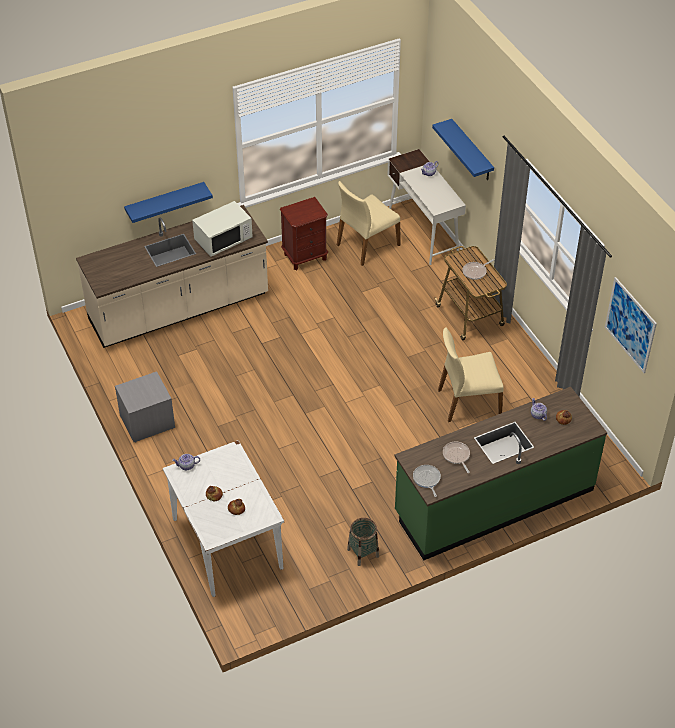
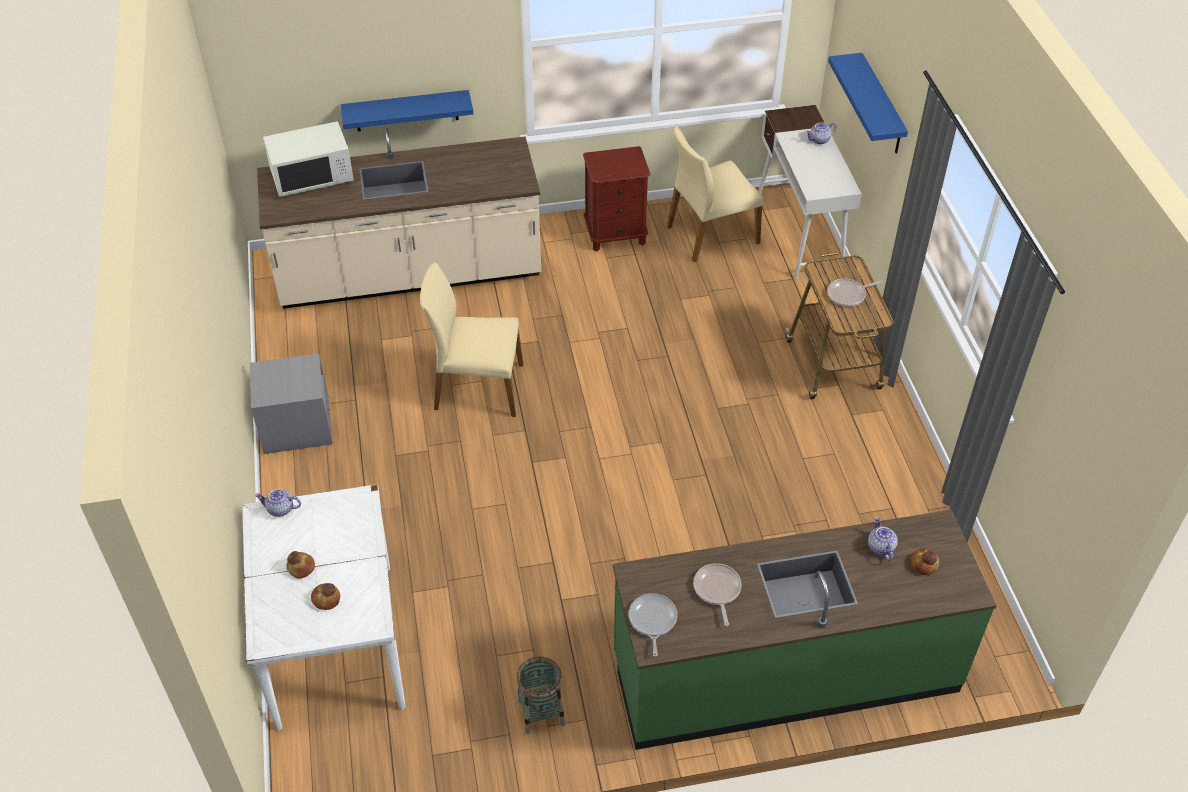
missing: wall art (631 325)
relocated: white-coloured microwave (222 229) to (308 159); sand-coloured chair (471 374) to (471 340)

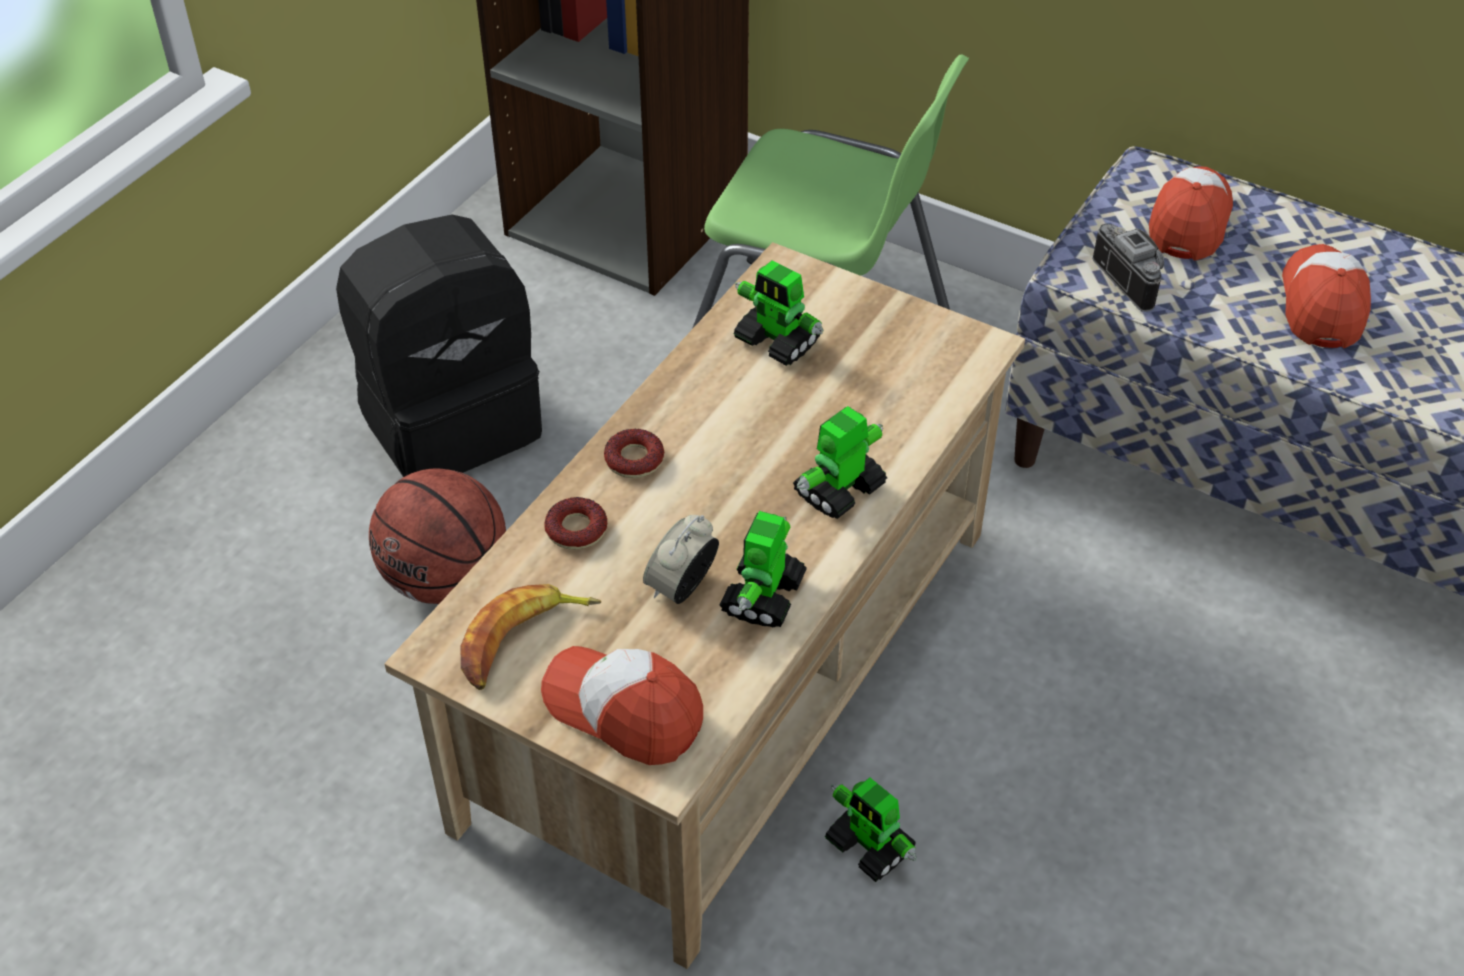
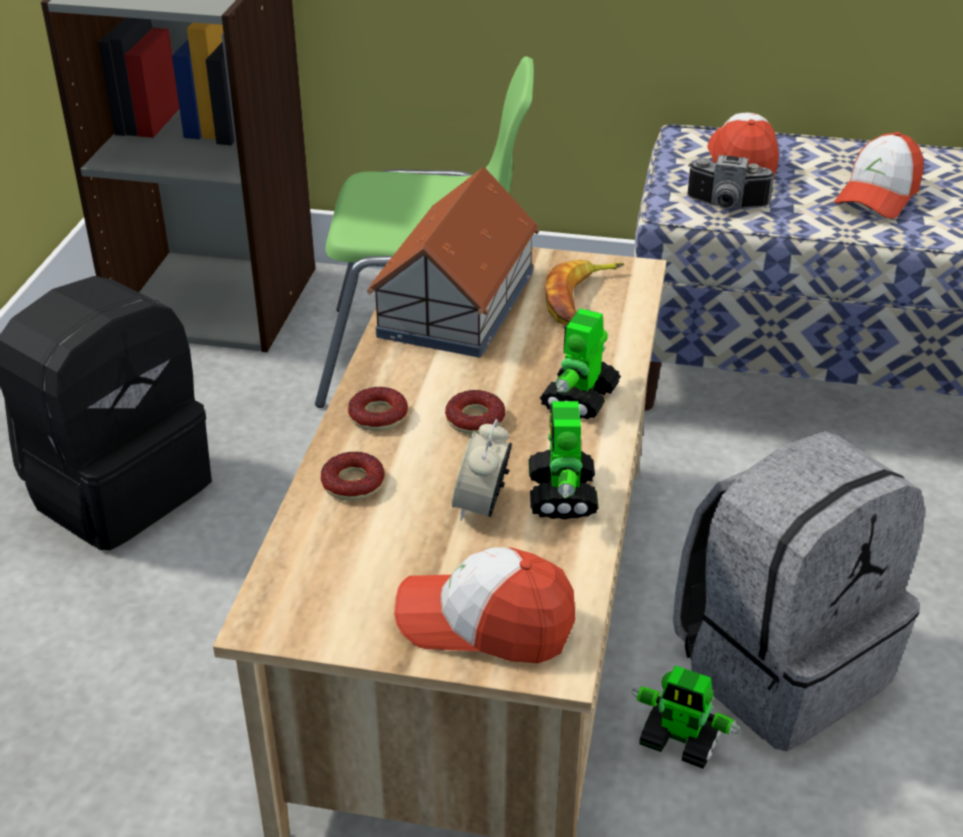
missing: basketball ball (437 536)
appeared: ring doughnut (475 412); greyish backpack (799 591)
relocated: banana (531 637) to (585 292)
exchanged: robot figure (779 313) to toy house (453 262)
spun: still camera (1128 268) = (731 182) 150 degrees clockwise; baseball cap (1326 296) = (879 175) 135 degrees counterclockwise

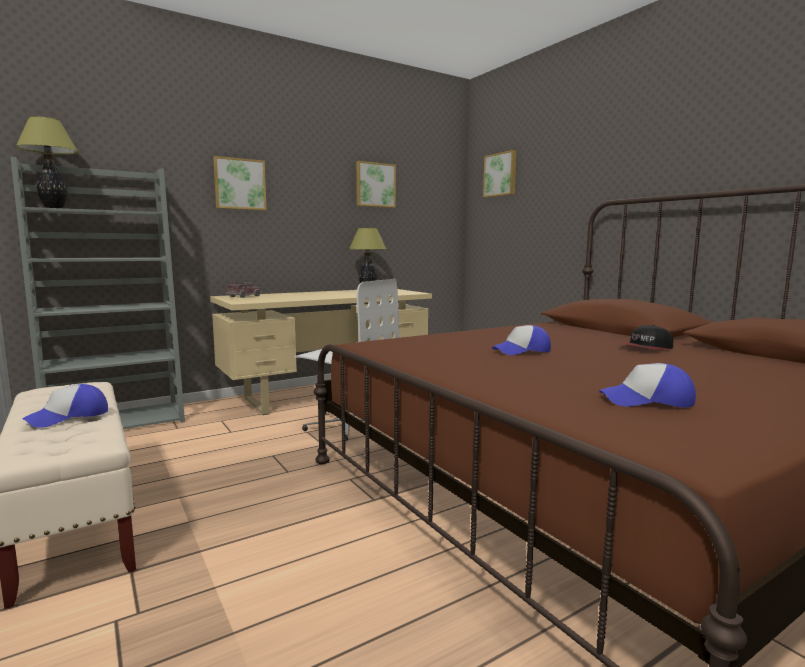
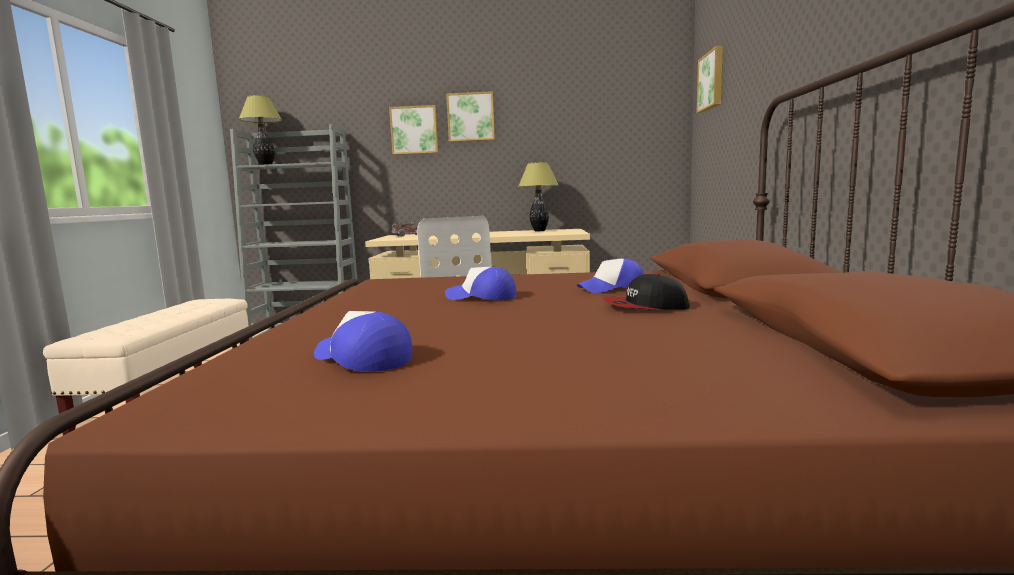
relocated: wall art (376 184) to (470 116); baseball cap (65 406) to (610 275)

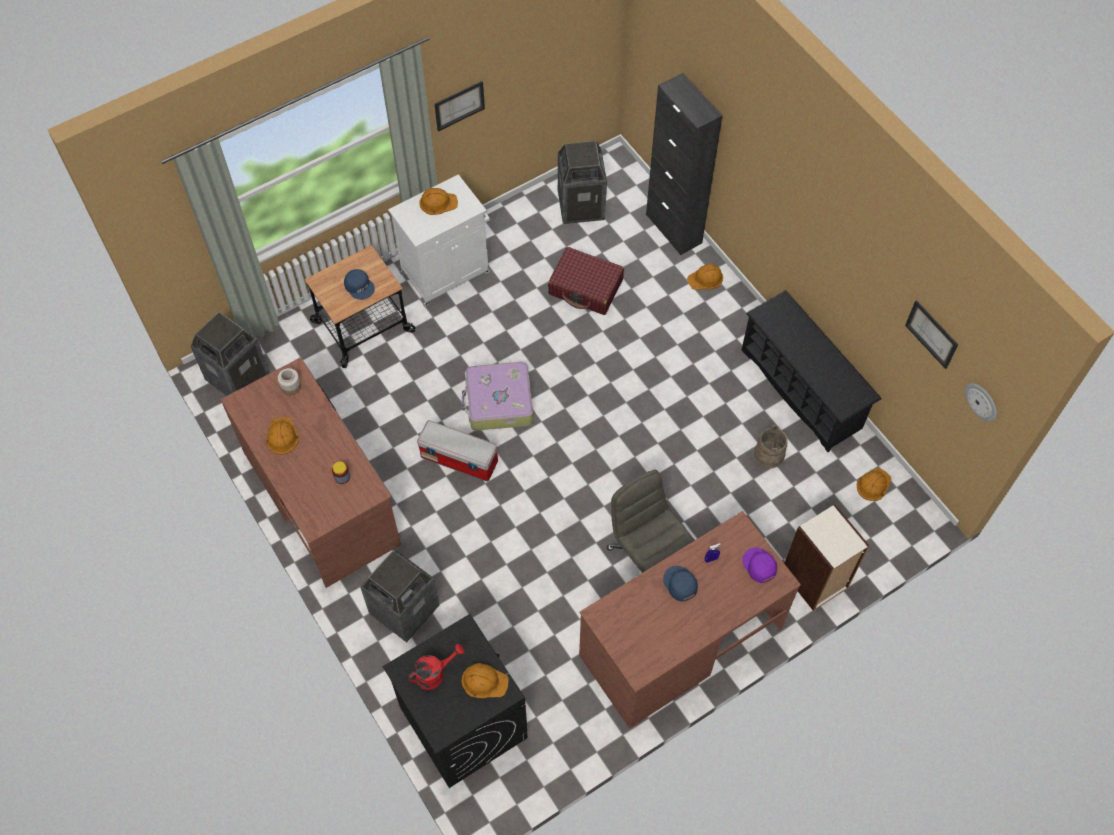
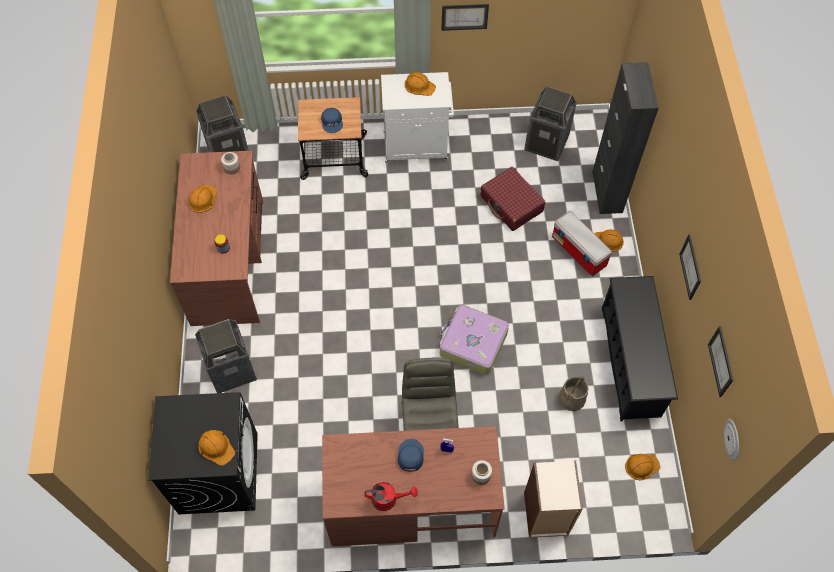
appeared: wall art (690 267)
relocated: red-coloured watering can (436 667) to (391 496); piece of luggage (497 396) to (474 340); storage container (457 450) to (582 243)
exchanged: purplish baseball cap (760 565) to storage jar (481 472)

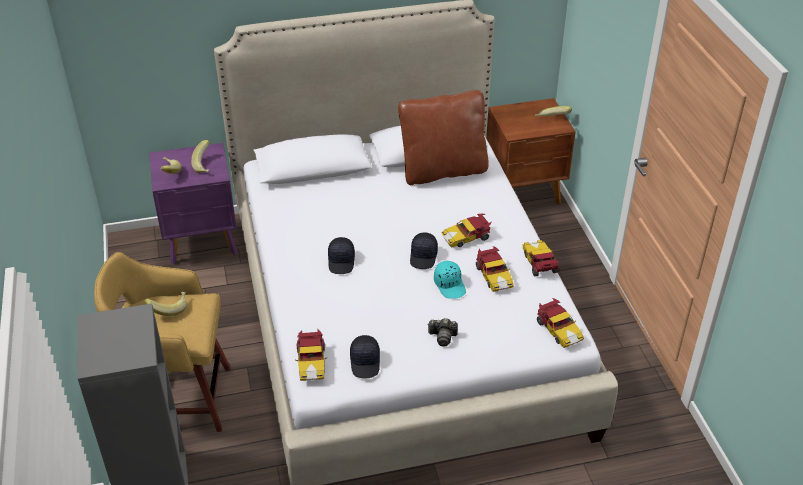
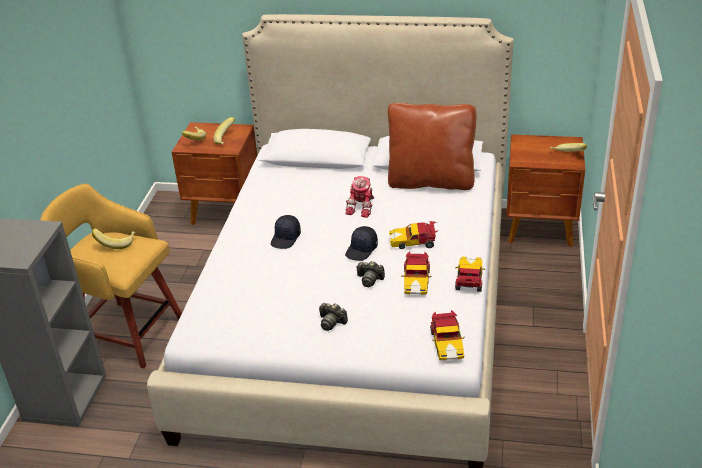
missing: model car (311 355); black-coloured baseball cap (365 357)
appeared: robot figure (360 197)
exchanged: turquoise-coloured baseball cap (450 280) to still camera (370 274)
colour: purplish nightstand (193 203) to brownish nightstand (214 173)

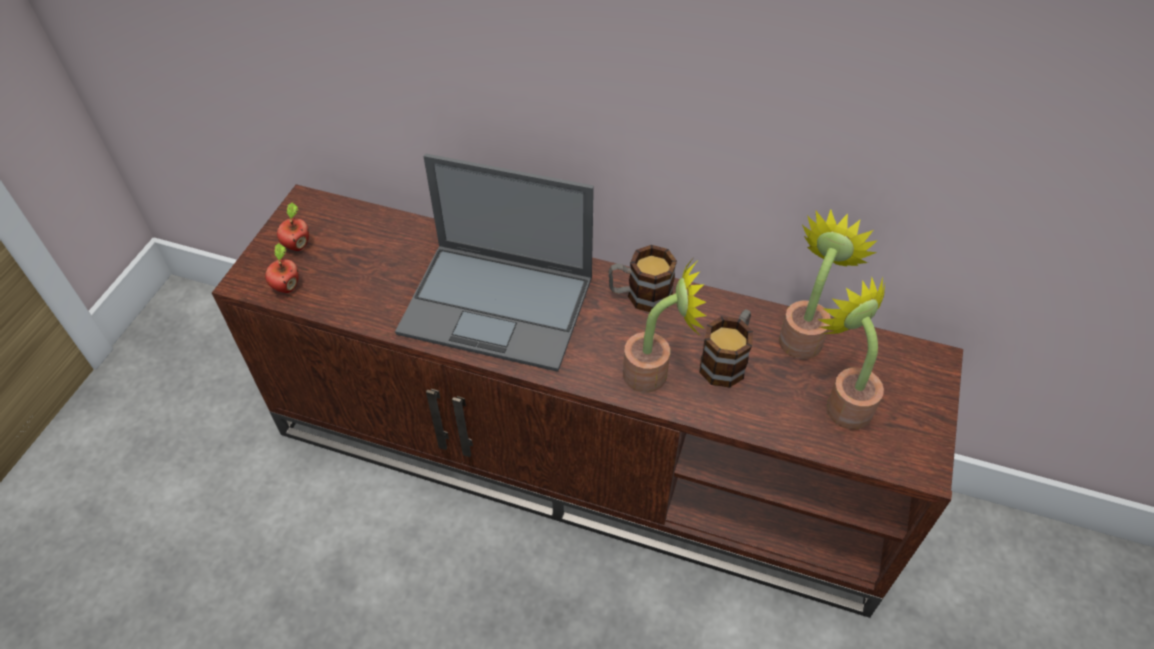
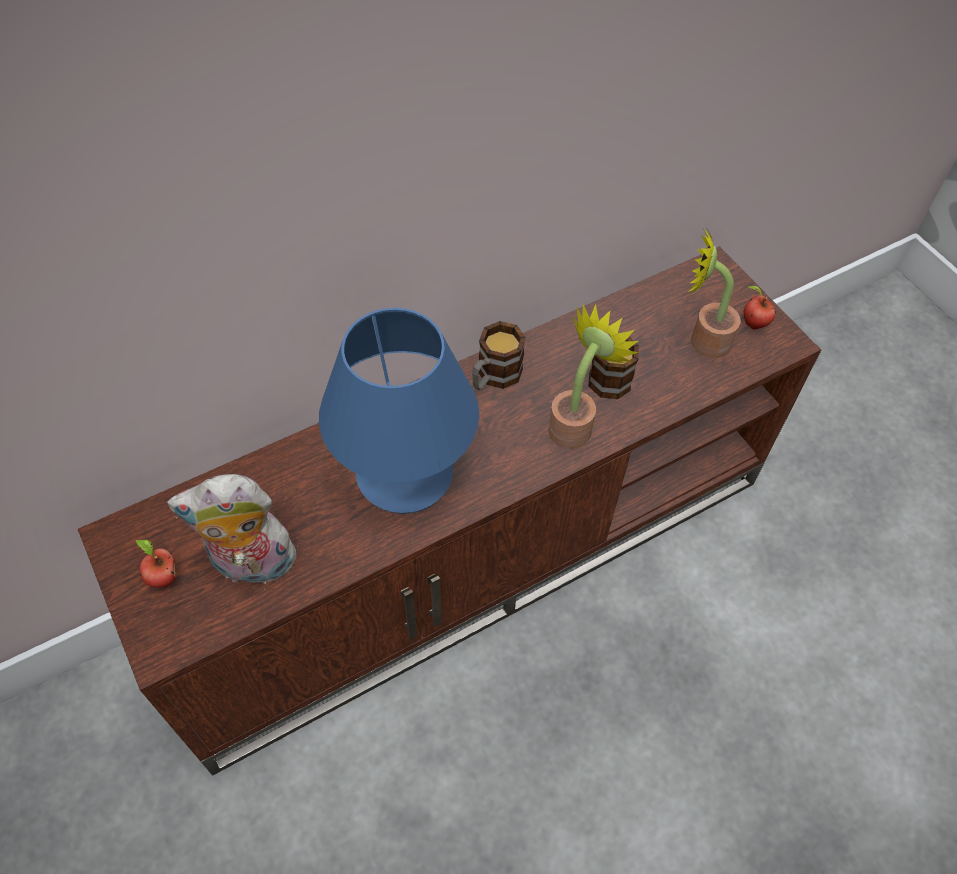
missing: plant in a pot (828 284)
appeared: plush toy (234 532)
relocated: apple (282 268) to (759 308)
exchanged: laptop (494 262) to blue-coloured tabletop lamp (399 411)

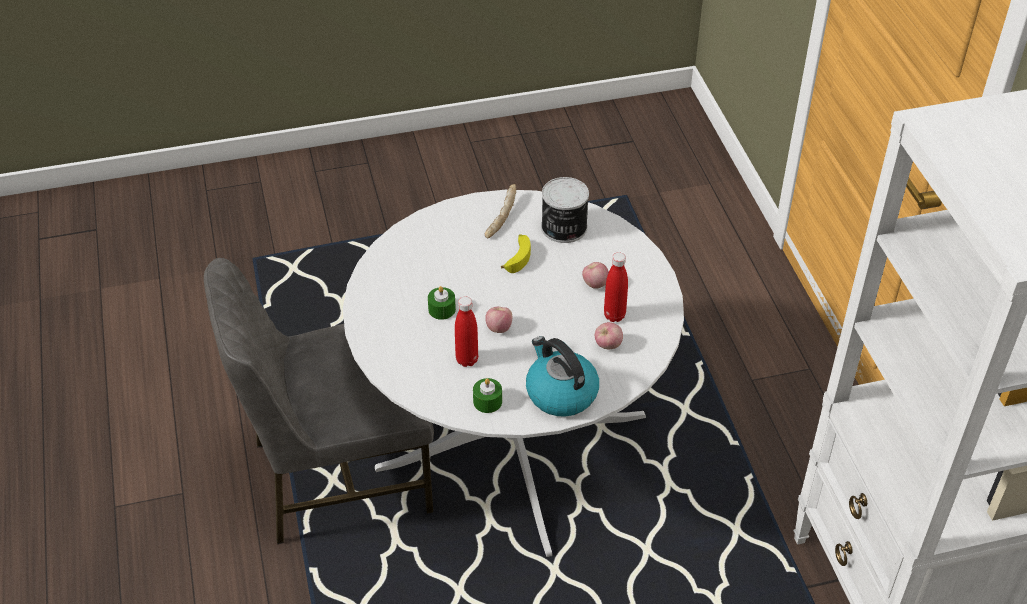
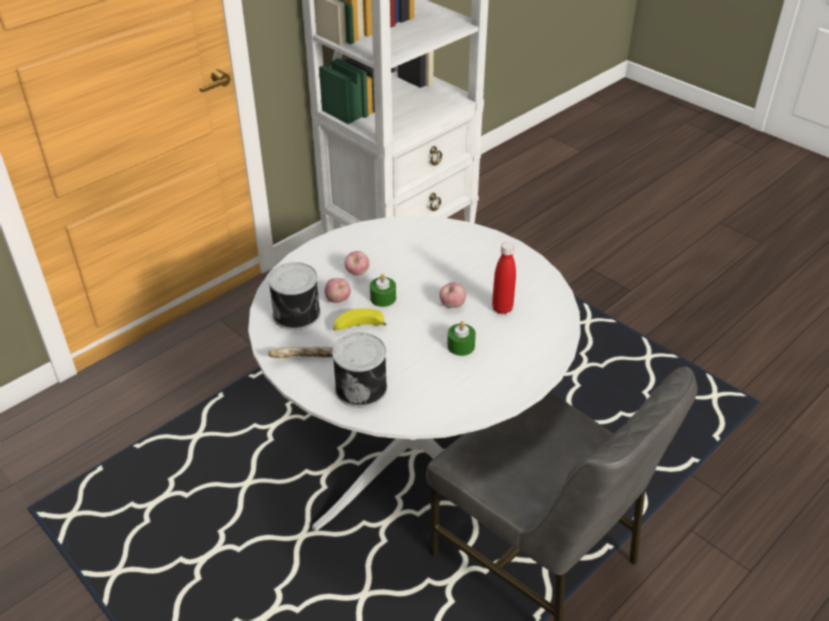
missing: kettle (562 376); red-coloured beverage bottle (616 287)
appeared: can (359 370)
relocated: apple (609 335) to (337 290); greenish wax candle (487 395) to (383 290)

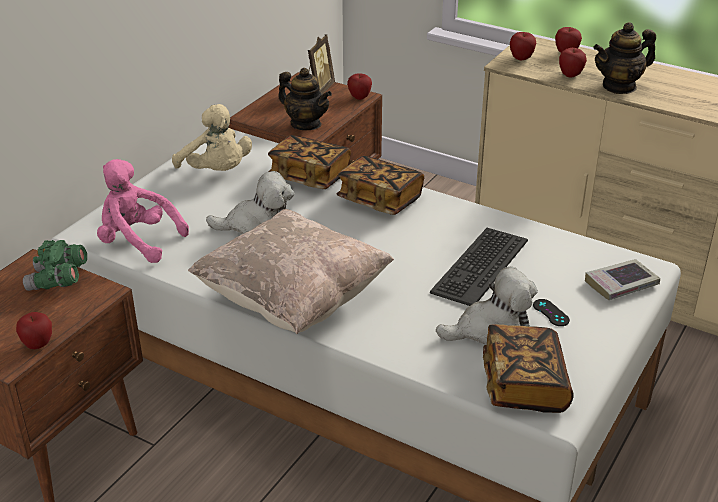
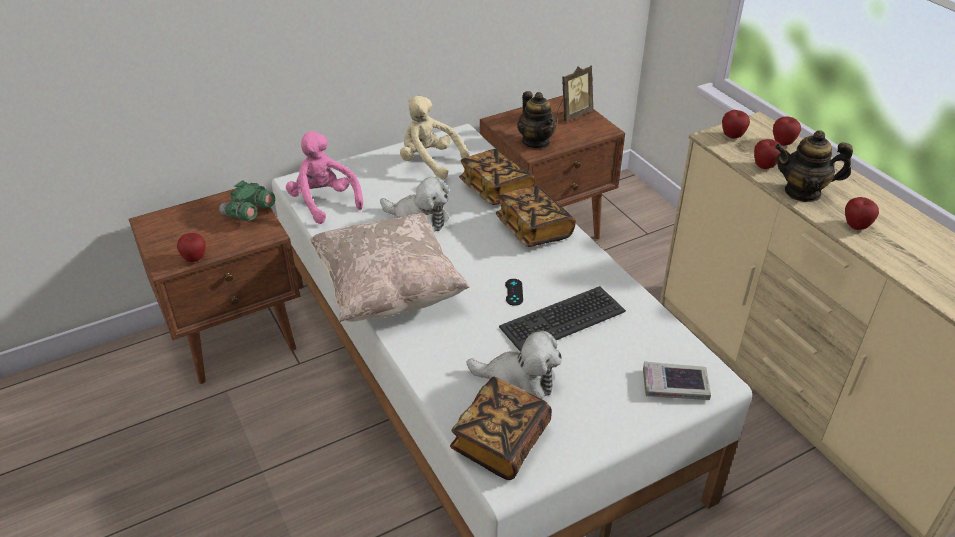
relocated: black-coloured joypad (551 312) to (514 292); apple (359 86) to (862 213)
spun: sand-coloured plush toy (212 137) = (435 138) 135 degrees clockwise

